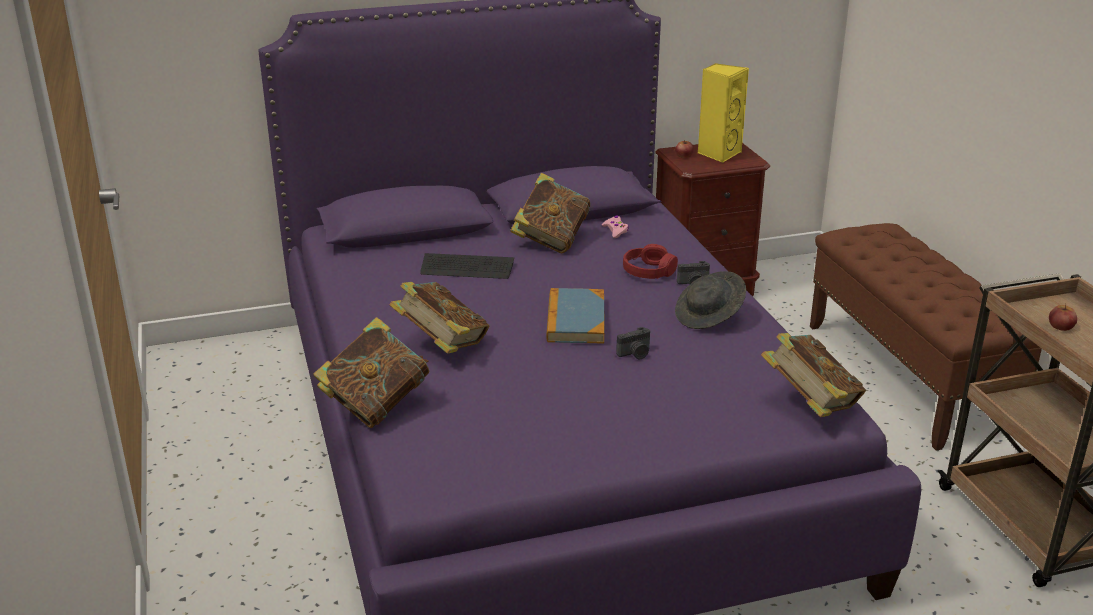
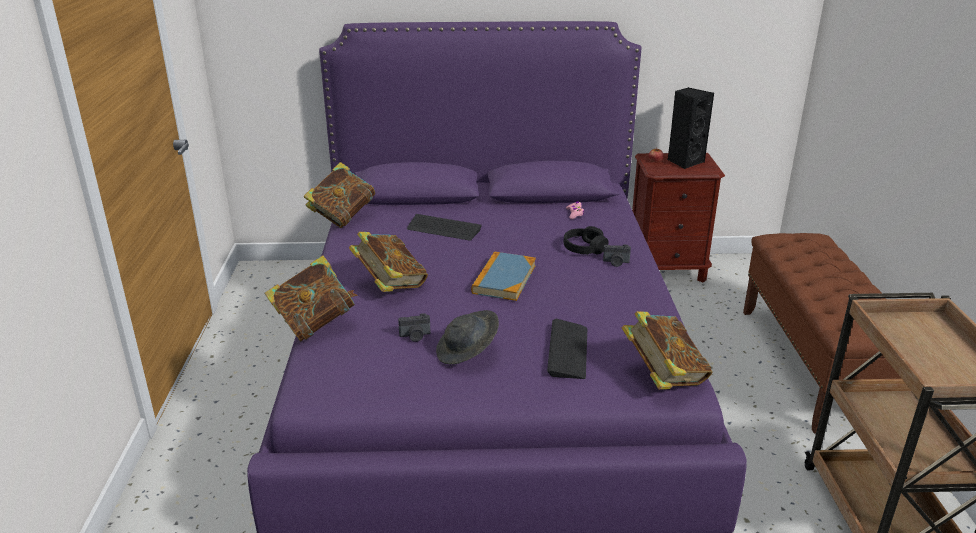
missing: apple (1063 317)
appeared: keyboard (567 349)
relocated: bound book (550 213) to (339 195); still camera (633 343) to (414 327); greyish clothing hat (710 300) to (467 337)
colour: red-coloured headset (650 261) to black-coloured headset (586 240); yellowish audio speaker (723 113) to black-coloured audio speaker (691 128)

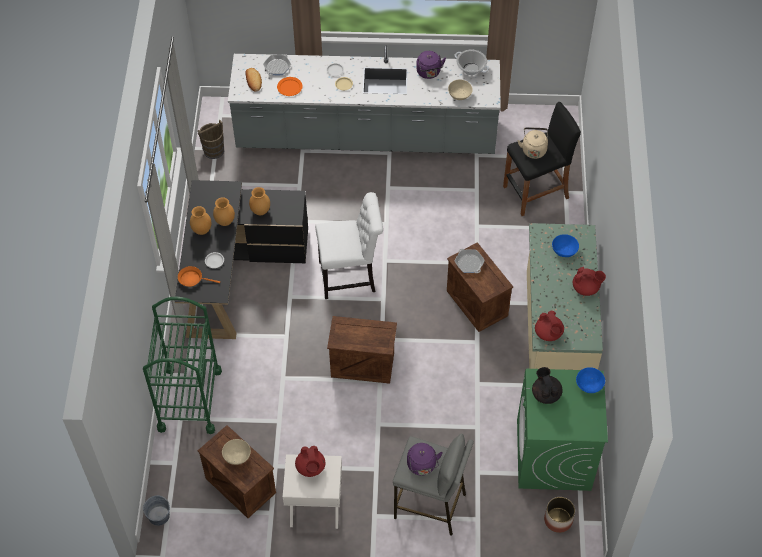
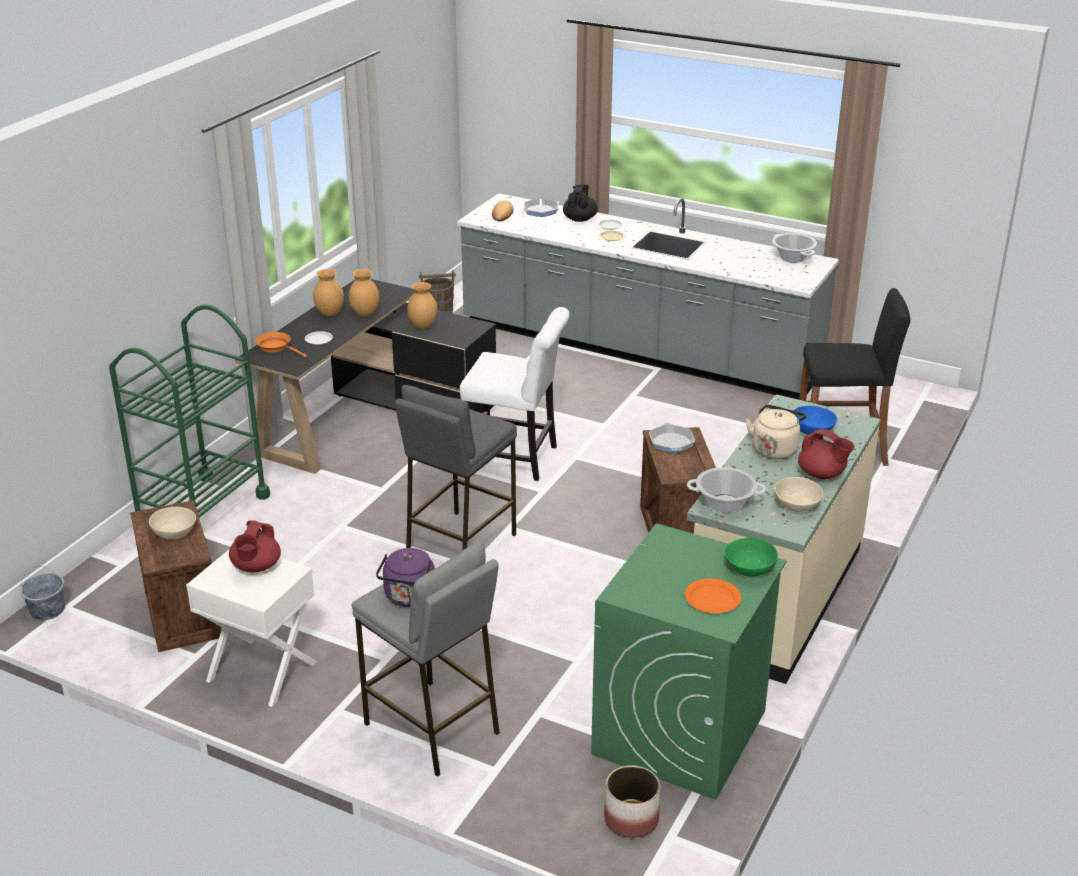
missing: purplish kettle (431 65)
relocated: black-coloured teapot (547 385) to (580 203); orangey dinner plate (290 86) to (713 596); sand-coloured kettle (532 143) to (776 431); sand-coloured bowl (460 89) to (799 494)
exchanged: shipping crate (362 350) to greyish stool (456 468); red-coloured teapot (549 326) to saucepot (726 490)
colour: blue-coloured bowl (590 380) to greenish bowl (751 557)

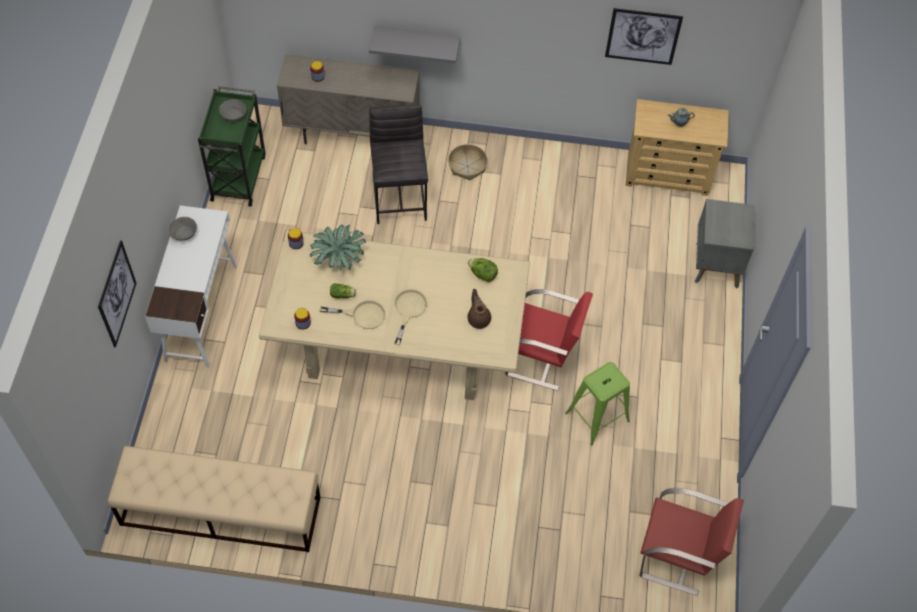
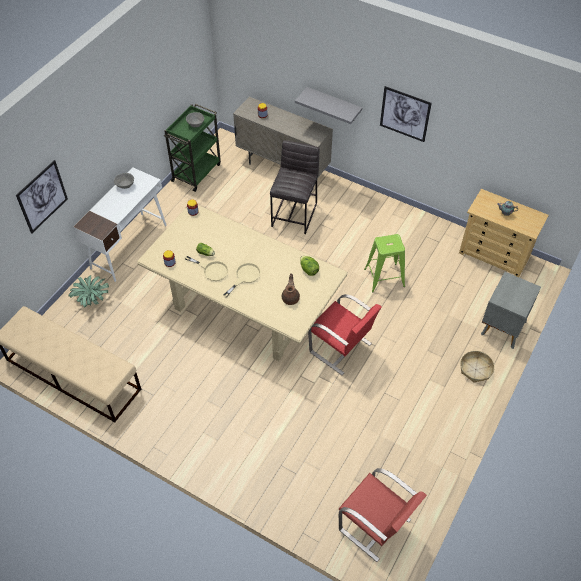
relocated: plant in a pot (338 248) to (89 291); greenish stool (597 403) to (384 263); wall art (644 36) to (406 114); basket (468 162) to (477 367)

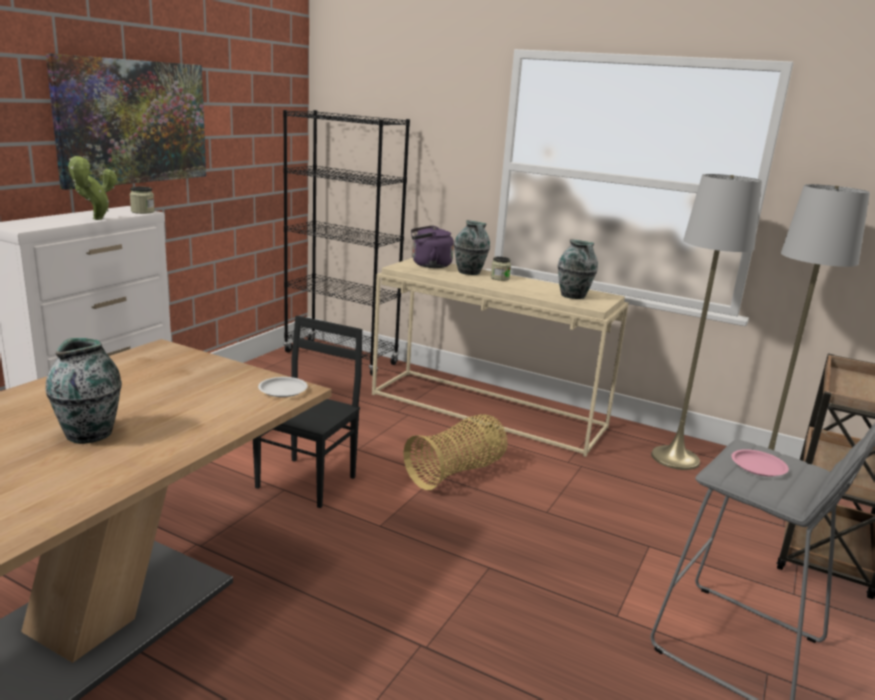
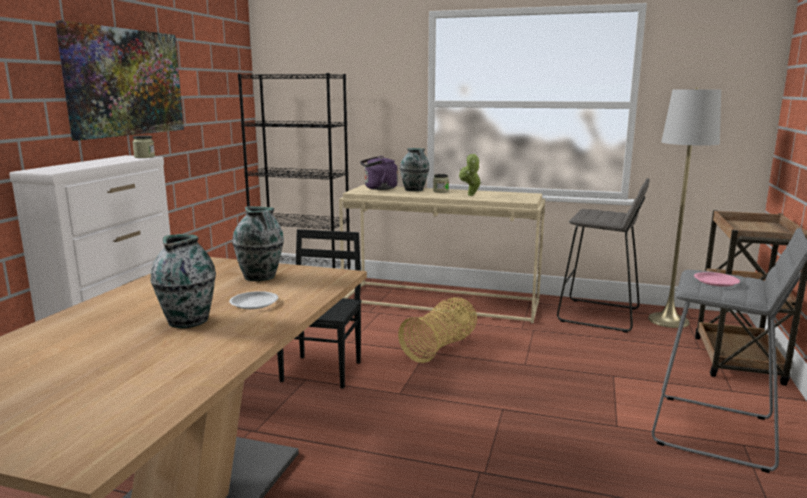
relocated: white-coloured dinner plate (283 387) to (253 300); decorative vase (578 269) to (258 243); plant in a pot (92 187) to (470 174)
exchanged: greyish standing lamp (706 322) to greyish stool (603 255)

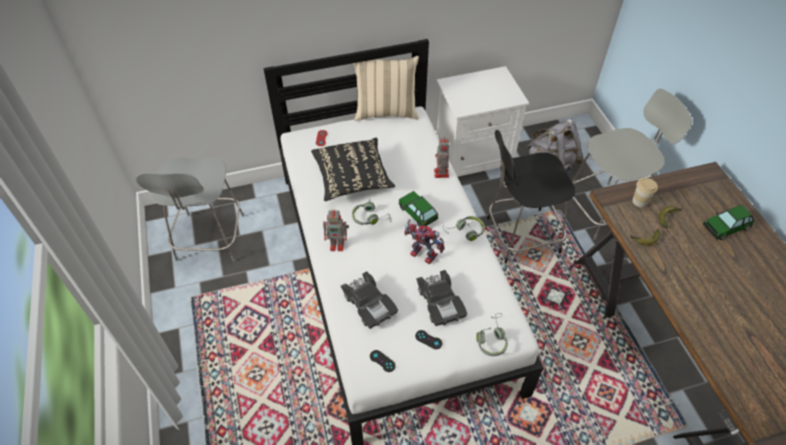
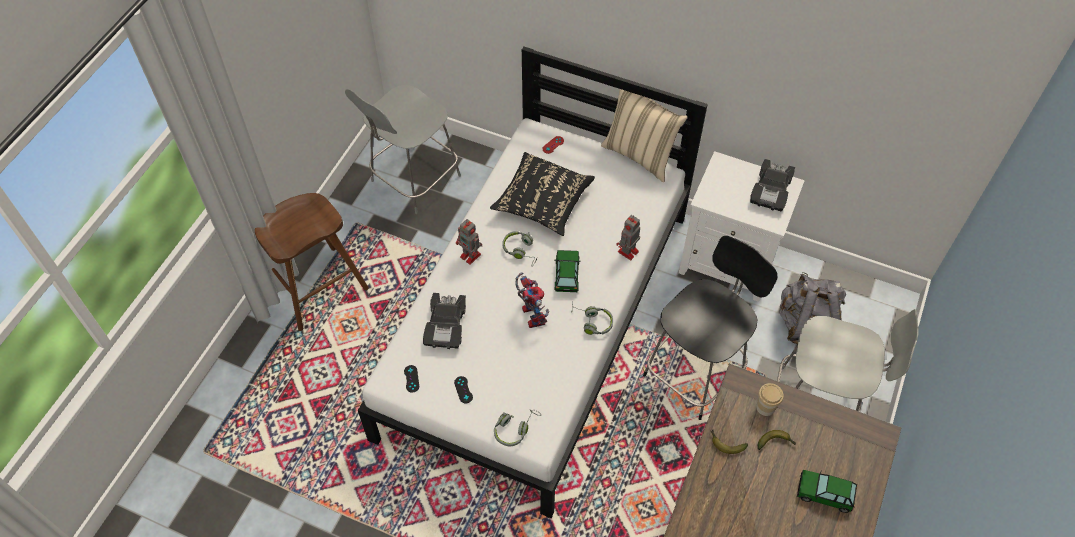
appeared: brownish stool (312 262)
relocated: black-coloured model car (441 298) to (772 185)
spun: black-coloured chair (531 196) = (710 328) 105 degrees clockwise

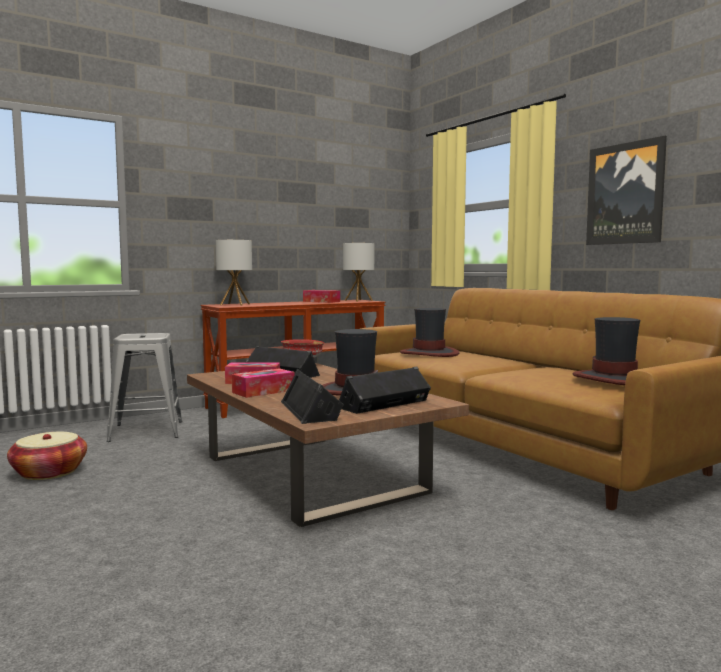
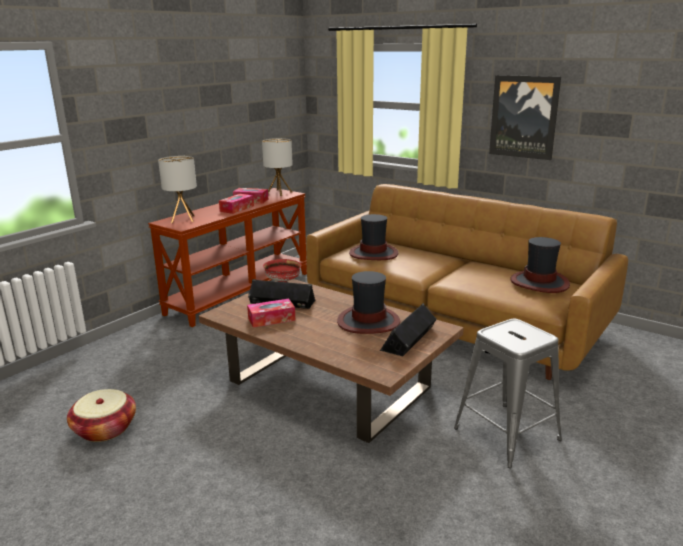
missing: black-coloured audio speaker (312 396)
relocated: tissue box (263 383) to (236 204); greyish stool (144 387) to (508 393)

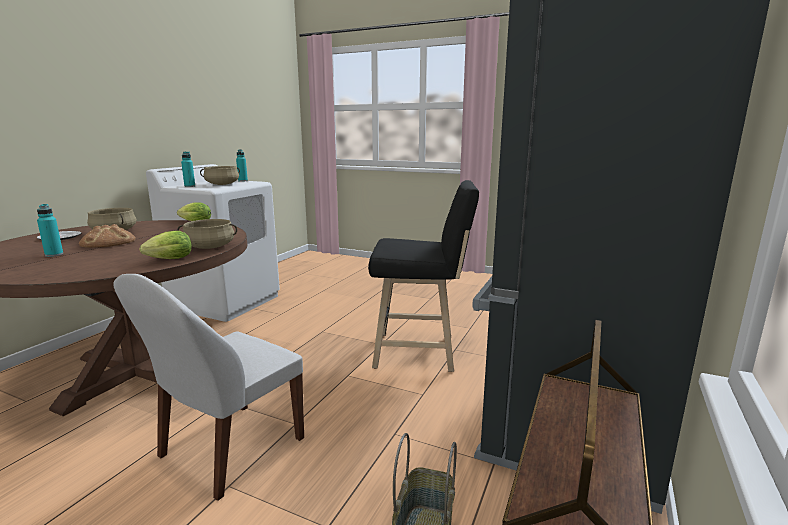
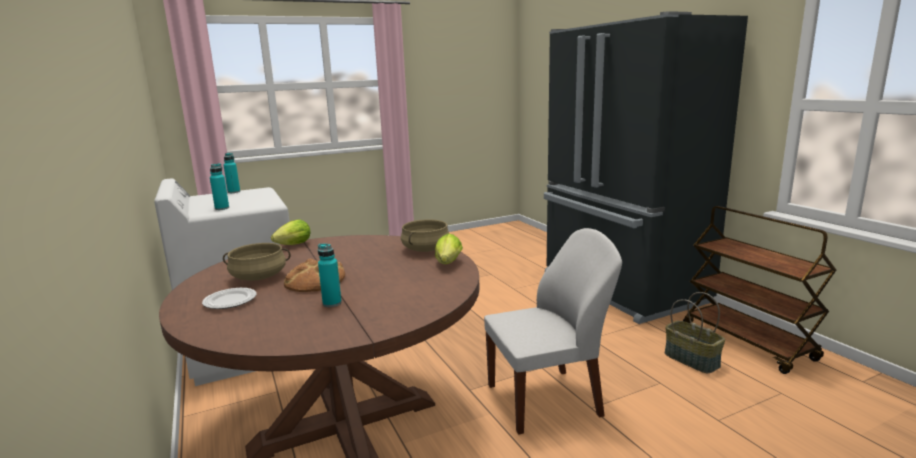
missing: sand-coloured saucepot (220 175); black-coloured stool (423 276)
spun: white-coloured chair (208 387) = (553 331) 90 degrees counterclockwise

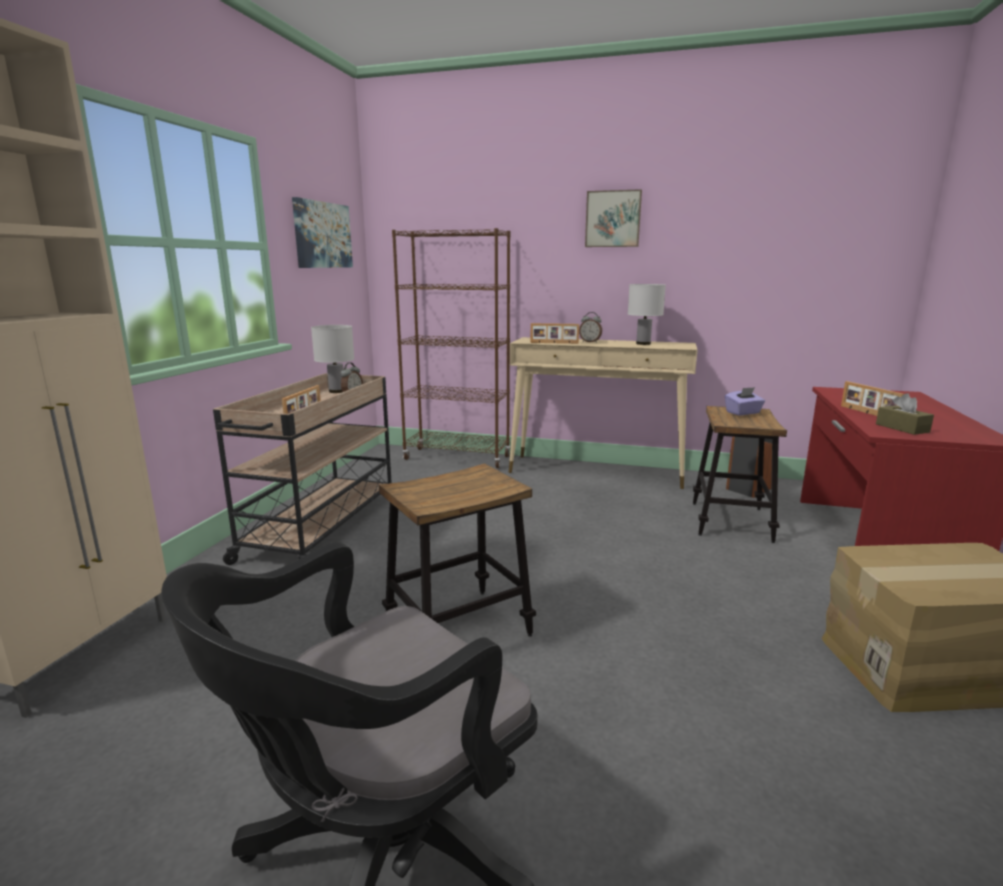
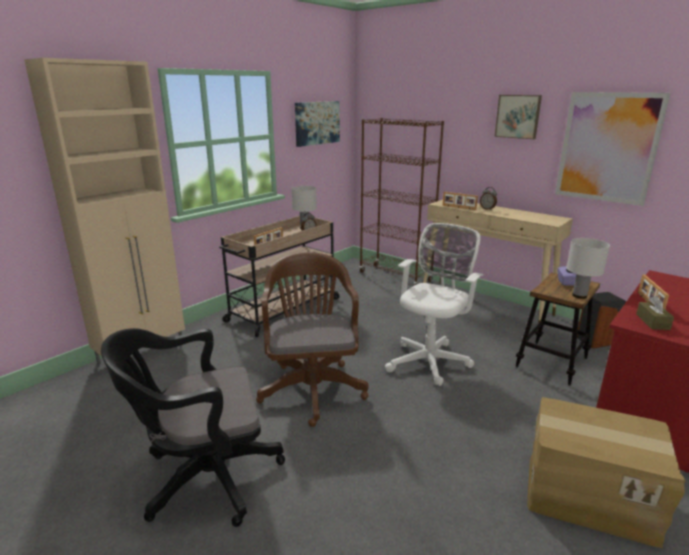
appeared: white-coloured computer chair (434 304); wall art (613 149)
relocated: white-coloured tabletop lamp (647 314) to (588 268)
exchanged: stool (457 550) to brownish computer chair (312 339)

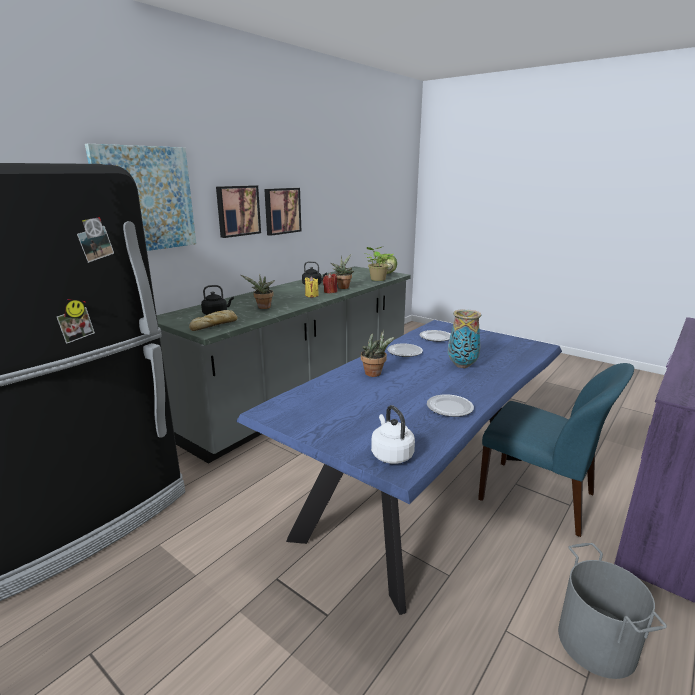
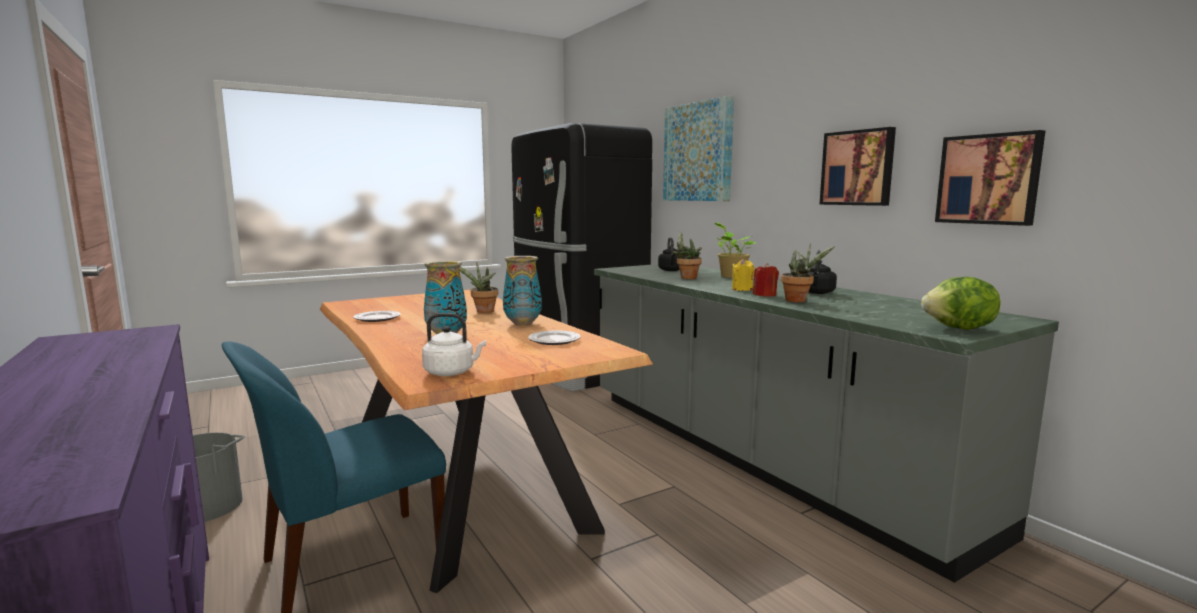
missing: bakery bread (213 320)
relocated: white-coloured kettle (393 434) to (454 344); plant in a pot (379 264) to (735 250); wall art (238 211) to (990 178)
exchanged: dinner plate (405 350) to decorative vase (522 291)
colour: blue-coloured kitchen table (399 467) to brownish kitchen table (486 441)

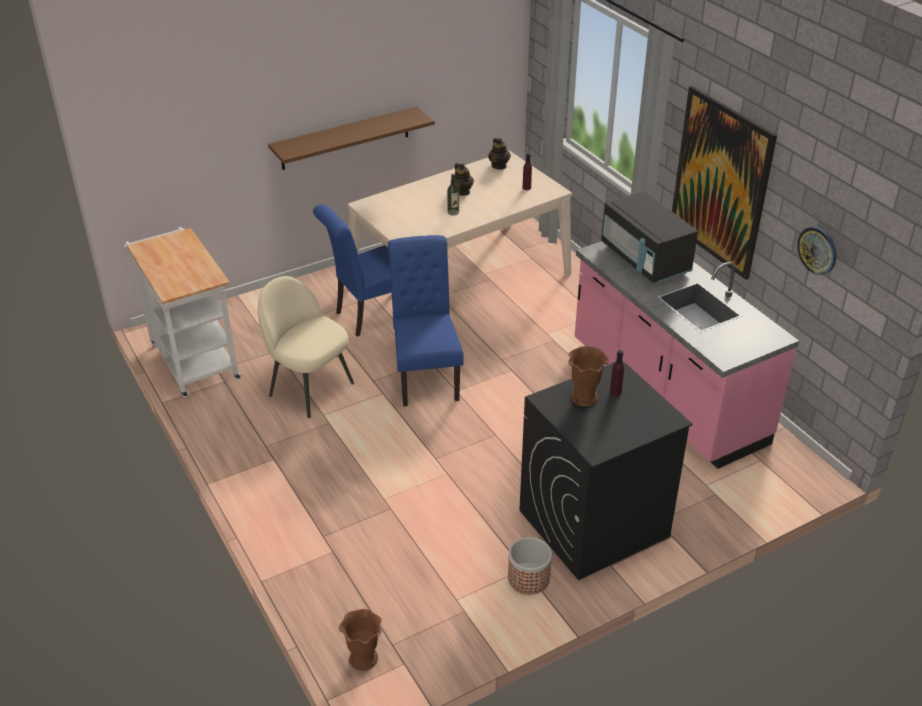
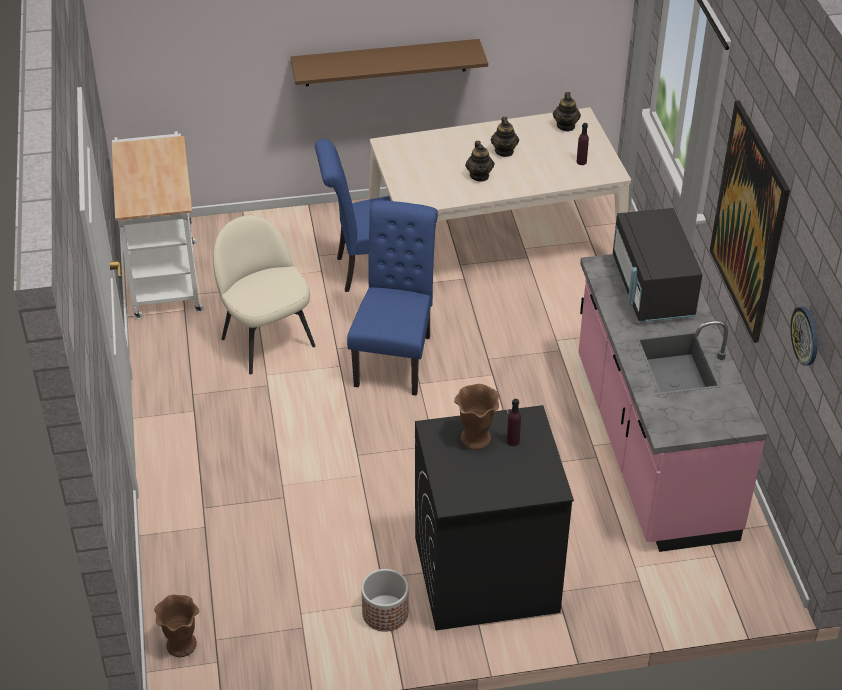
exchanged: beverage bottle (453 195) to teapot (479 161)

